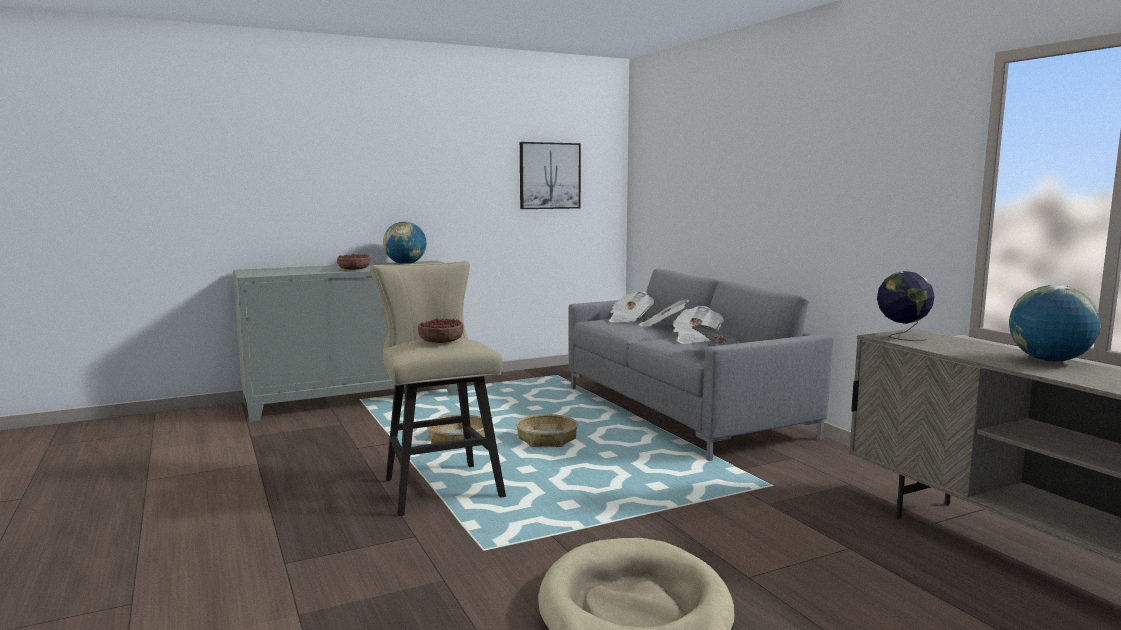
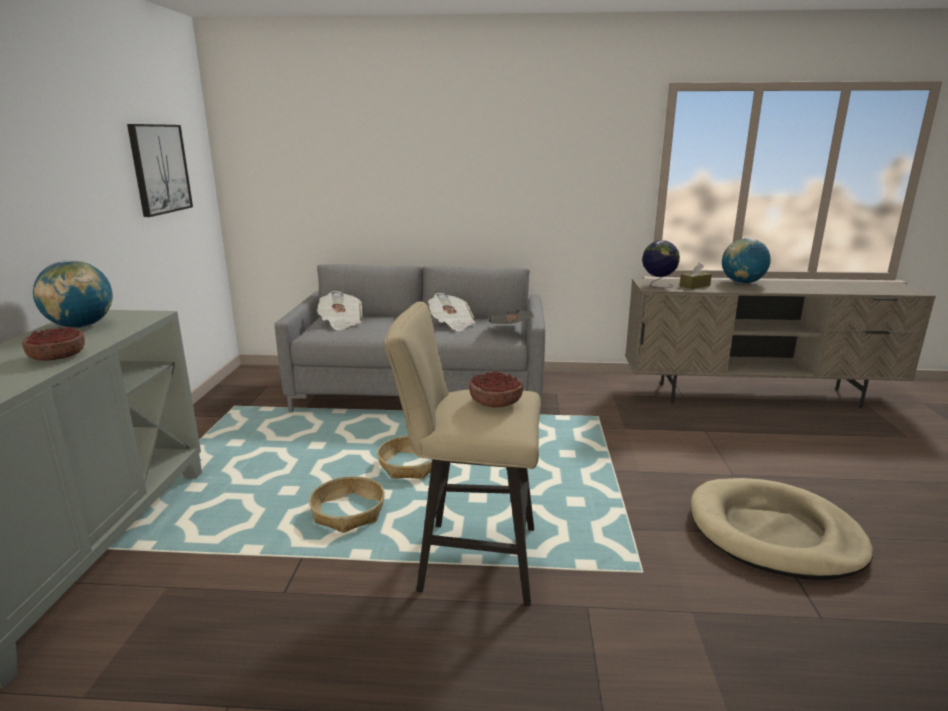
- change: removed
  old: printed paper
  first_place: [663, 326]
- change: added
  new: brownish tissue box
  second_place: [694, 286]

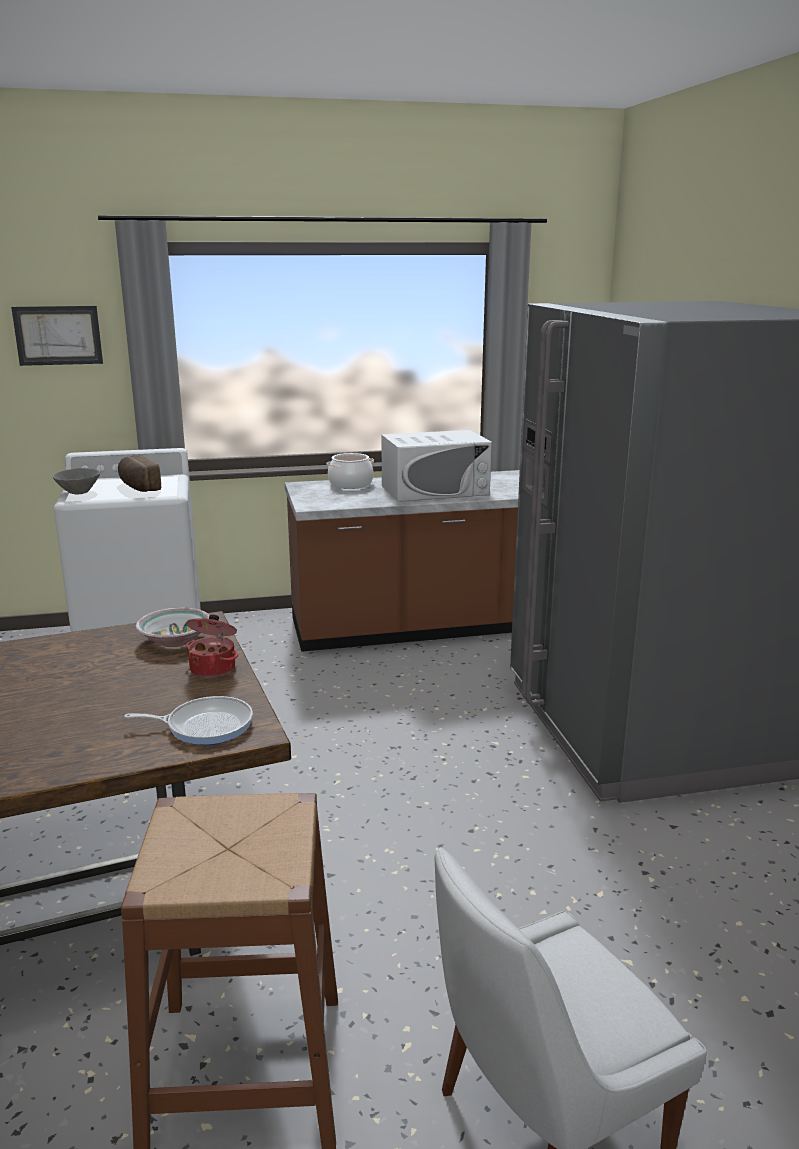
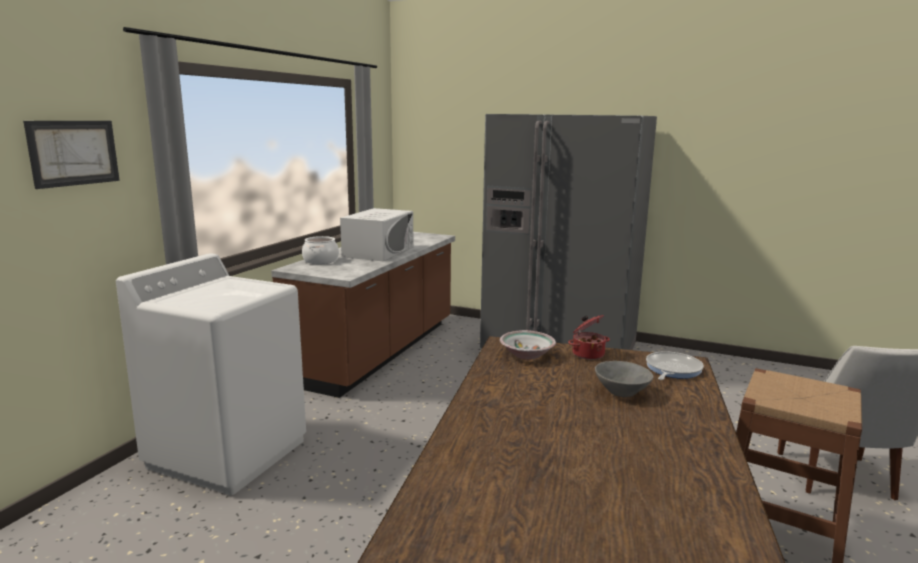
- change: moved
  old: gray bowl
  first_place: [78, 492]
  second_place: [622, 393]
- change: removed
  old: baked bread
  first_place: [138, 487]

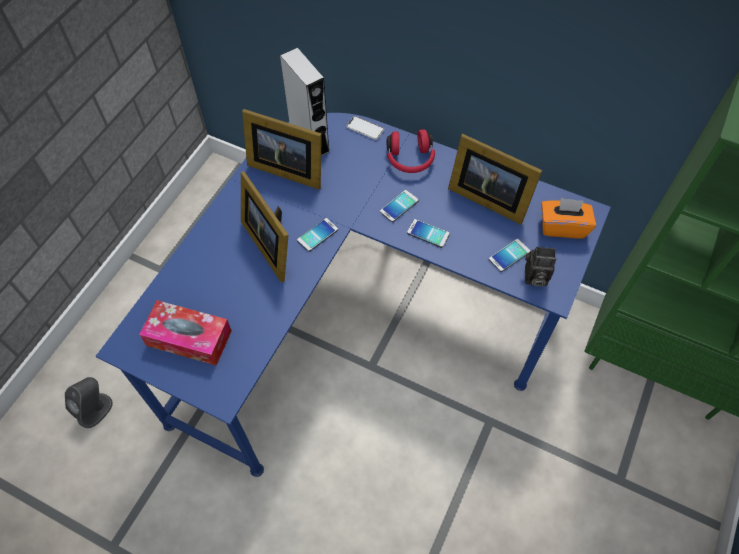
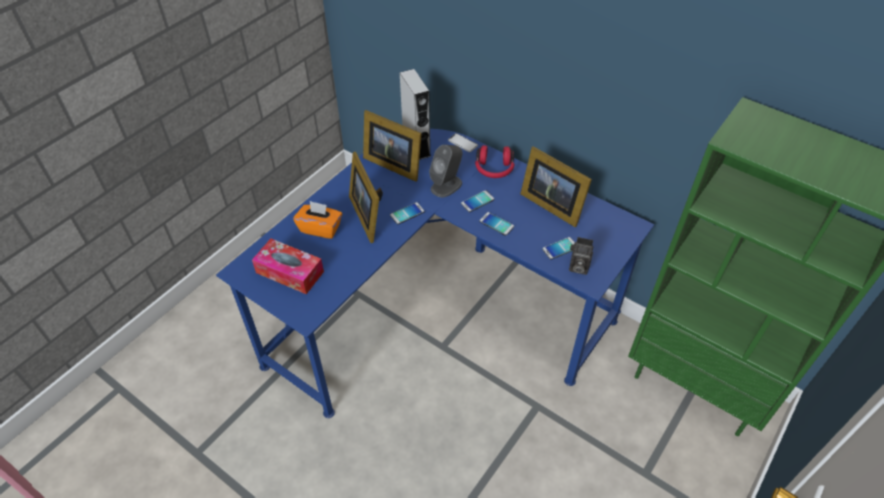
- change: moved
  old: gray audio speaker
  first_place: [95, 410]
  second_place: [446, 185]
- change: moved
  old: orangey tissue box
  first_place: [562, 227]
  second_place: [320, 228]

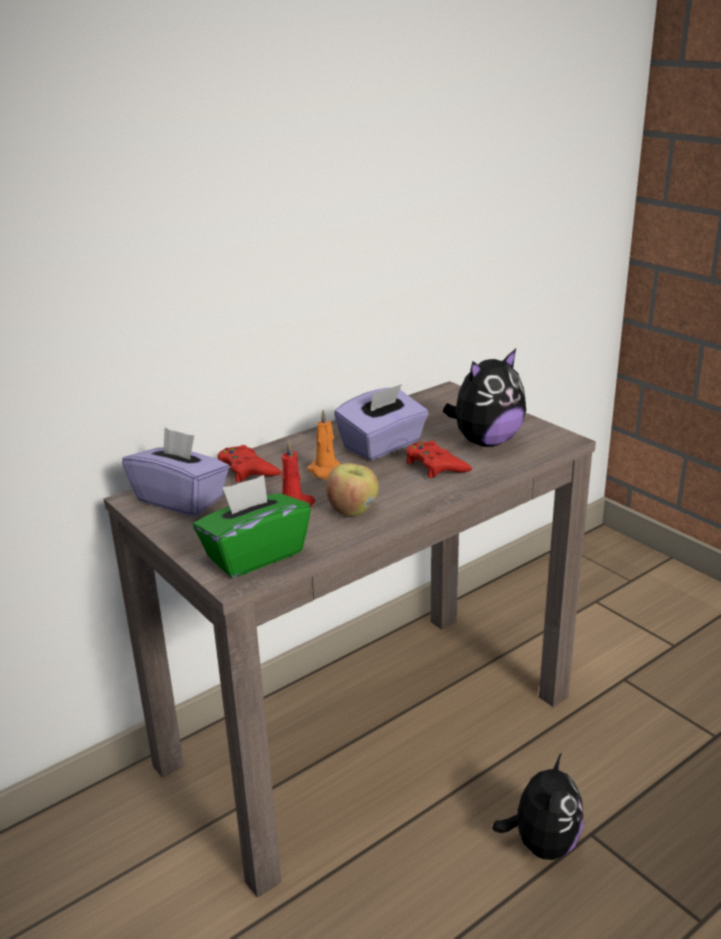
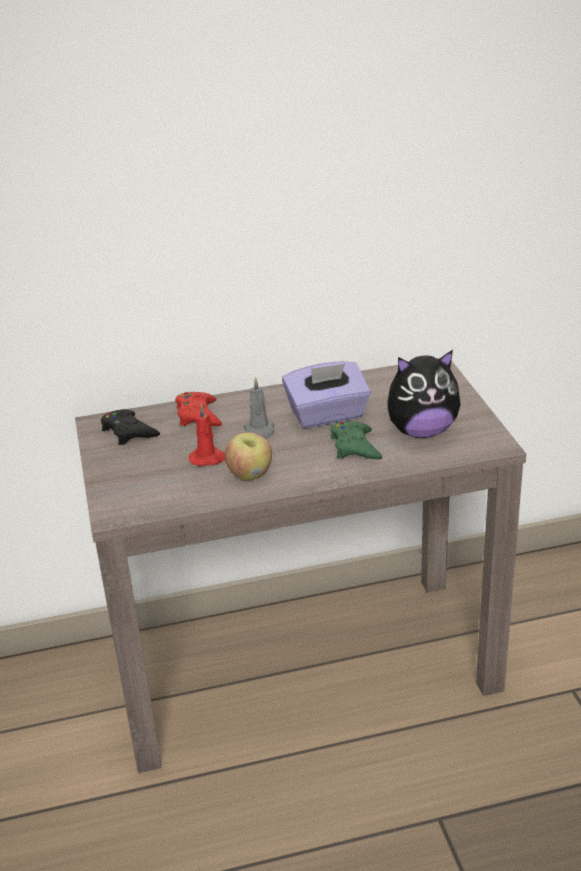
- change: replaced
  old: purple-coloured tissue box
  new: black-coloured game controller
  first_place: [181, 499]
  second_place: [128, 432]
- change: removed
  old: green tissue box
  first_place: [254, 555]
- change: recoloured
  old: orangey candle
  new: gray candle
  first_place: [327, 472]
  second_place: [259, 432]
- change: recoloured
  old: red game controller
  new: green game controller
  first_place: [435, 466]
  second_place: [355, 447]
- change: removed
  old: cuddly toy
  first_place: [542, 843]

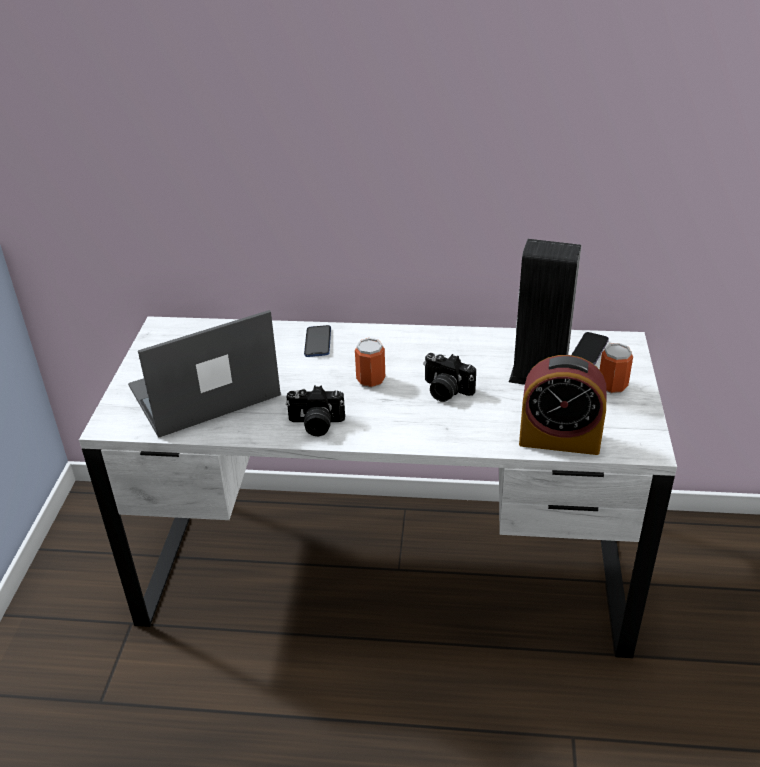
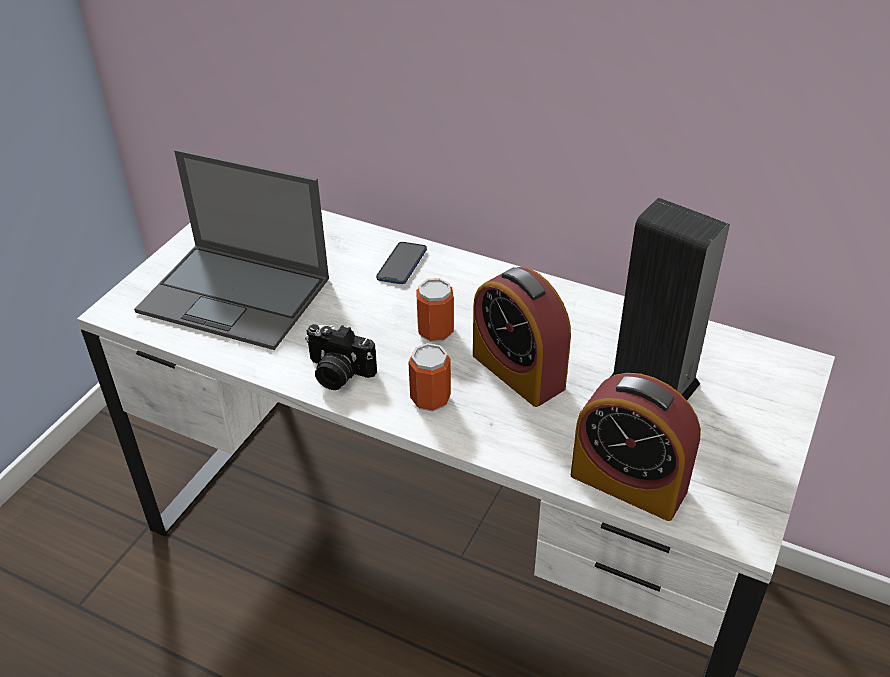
- change: turned
  old: notebook computer
  first_place: [202, 392]
  second_place: [237, 295]
  degrees: -150
- change: replaced
  old: photo camera
  new: alarm clock
  first_place: [445, 391]
  second_place: [518, 371]
- change: removed
  old: handset
  first_place: [589, 350]
- change: moved
  old: sealed can
  first_place: [612, 386]
  second_place: [430, 398]

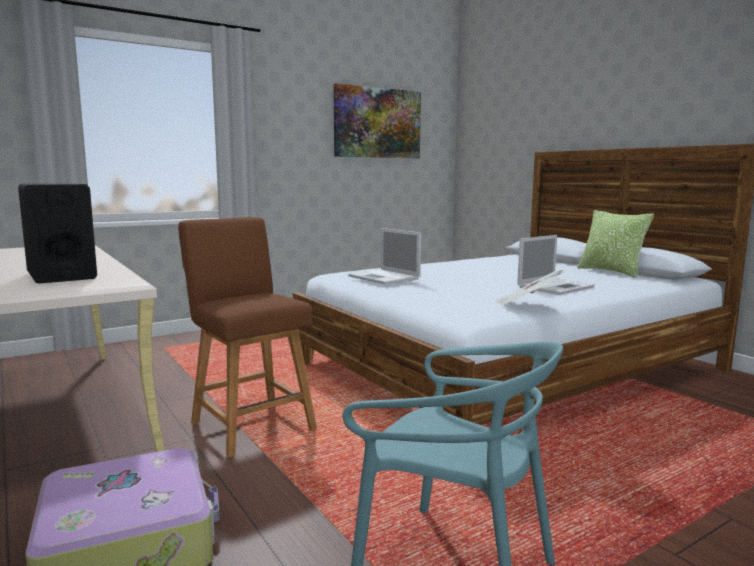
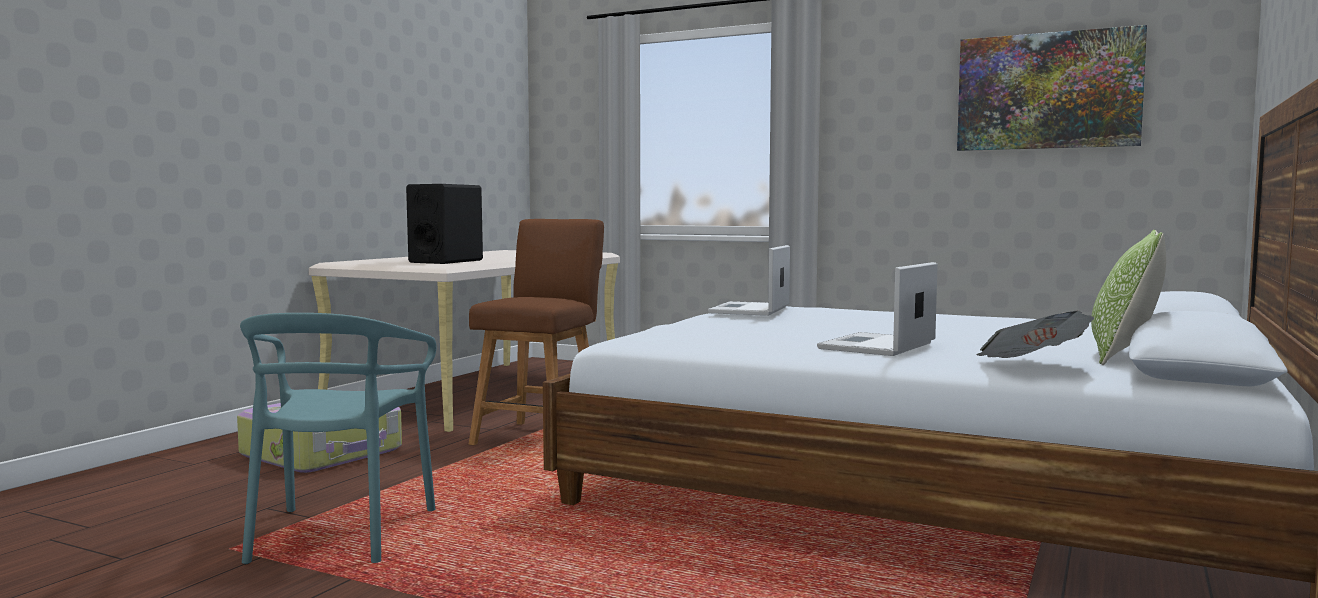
- change: moved
  old: printed paper
  first_place: [527, 305]
  second_place: [1032, 366]
- change: turned
  old: notebook computer
  first_place: [556, 287]
  second_place: [877, 346]
  degrees: 105

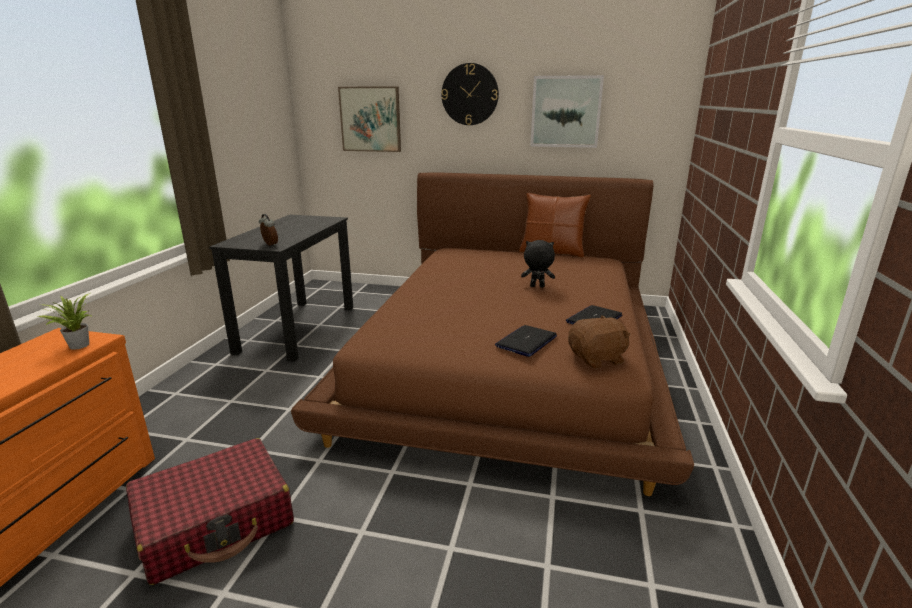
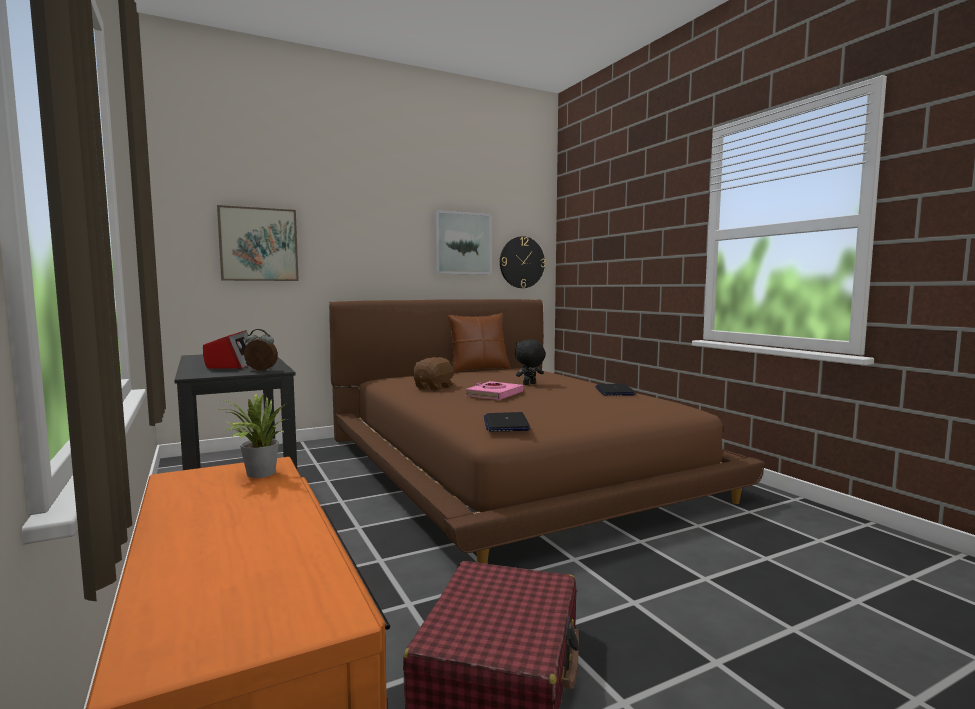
- change: moved
  old: clock on the wall
  first_place: [470, 94]
  second_place: [522, 262]
- change: moved
  old: notebook computer
  first_place: [526, 341]
  second_place: [506, 423]
- change: moved
  old: brownish cuddly toy
  first_place: [597, 359]
  second_place: [434, 387]
- change: added
  new: radio set
  second_place: [232, 364]
- change: added
  new: pink-coloured book
  second_place: [494, 395]

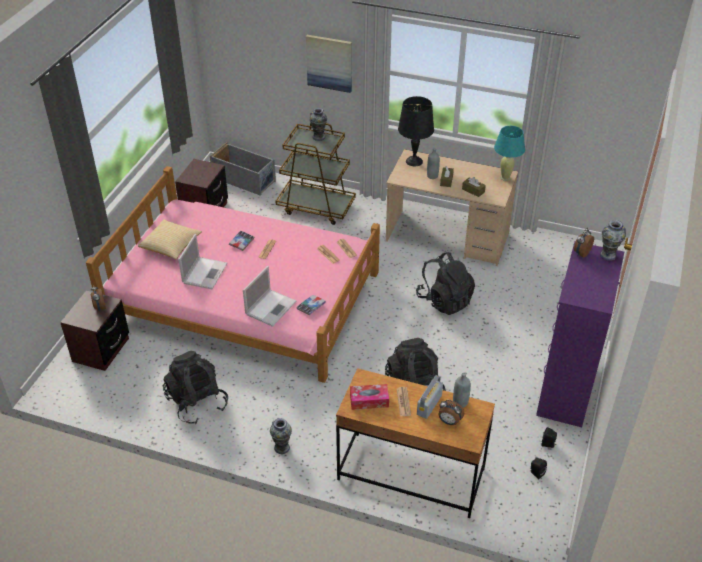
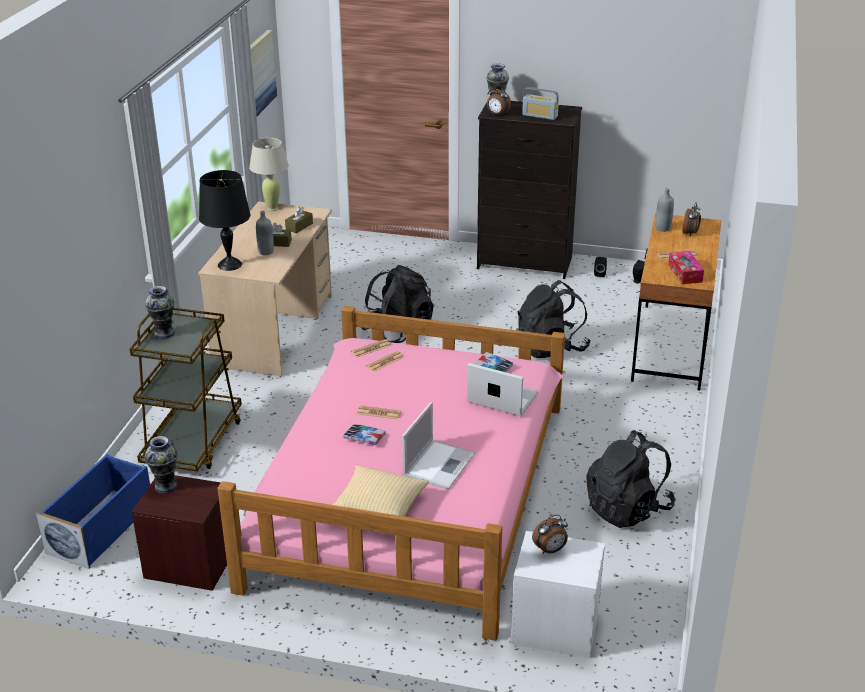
- change: recoloured
  old: brownish nightstand
  new: white nightstand
  first_place: [101, 350]
  second_place: [555, 627]
- change: turned
  old: notebook computer
  first_place: [205, 272]
  second_place: [439, 464]
  degrees: 105
- change: recoloured
  old: gray storage bin
  new: blue-coloured storage bin
  first_place: [244, 180]
  second_place: [101, 527]
- change: moved
  old: decorative vase
  first_place: [281, 447]
  second_place: [166, 486]
- change: moved
  old: picture
  first_place: [329, 63]
  second_place: [259, 72]
- change: moved
  old: radio set
  first_place: [429, 405]
  second_place: [540, 116]
- change: recoloured
  old: turquoise-coloured tabletop lamp
  new: sand-coloured tabletop lamp
  first_place: [505, 178]
  second_place: [272, 208]
- change: recoloured
  old: purple-coloured dresser
  new: black-coloured dresser
  first_place: [565, 390]
  second_place: [525, 263]

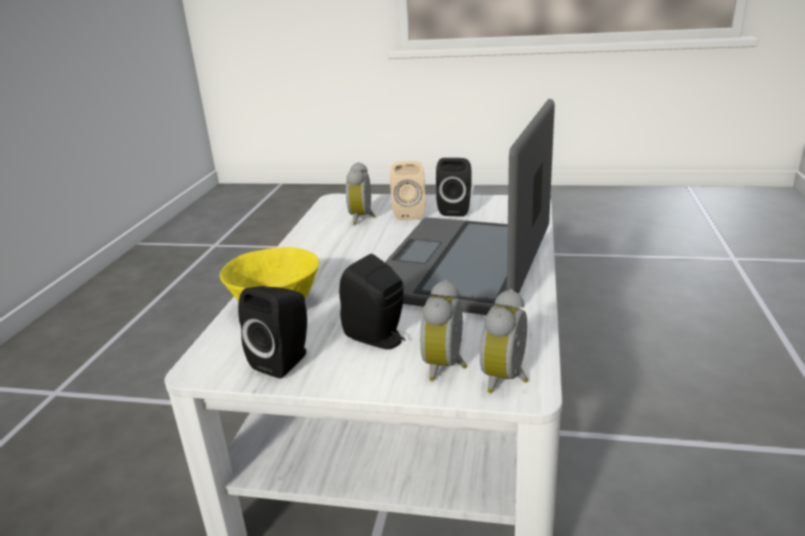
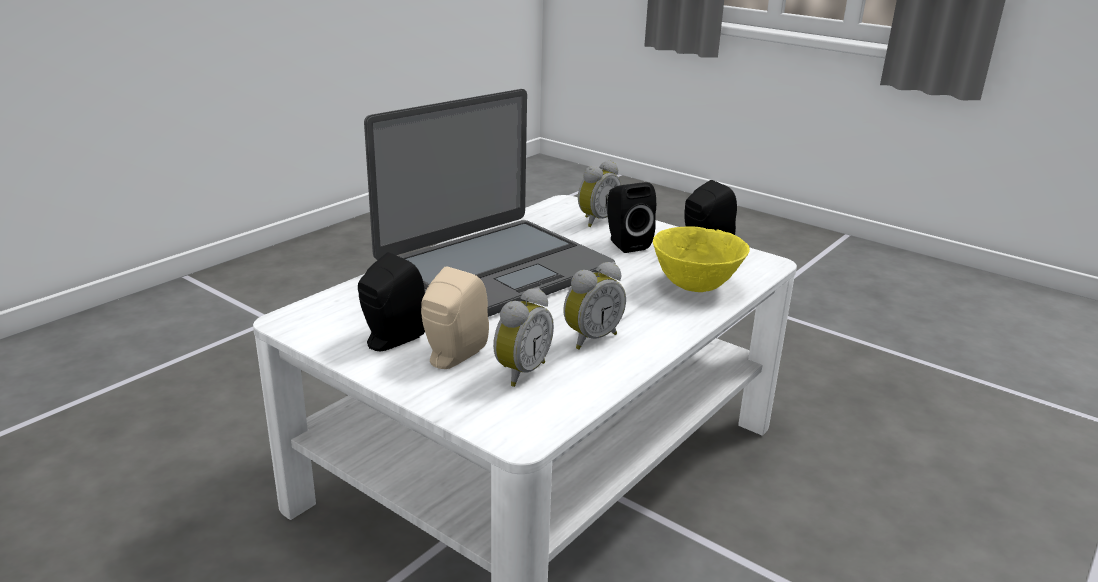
- change: moved
  old: alarm clock
  first_place: [508, 379]
  second_place: [590, 338]

